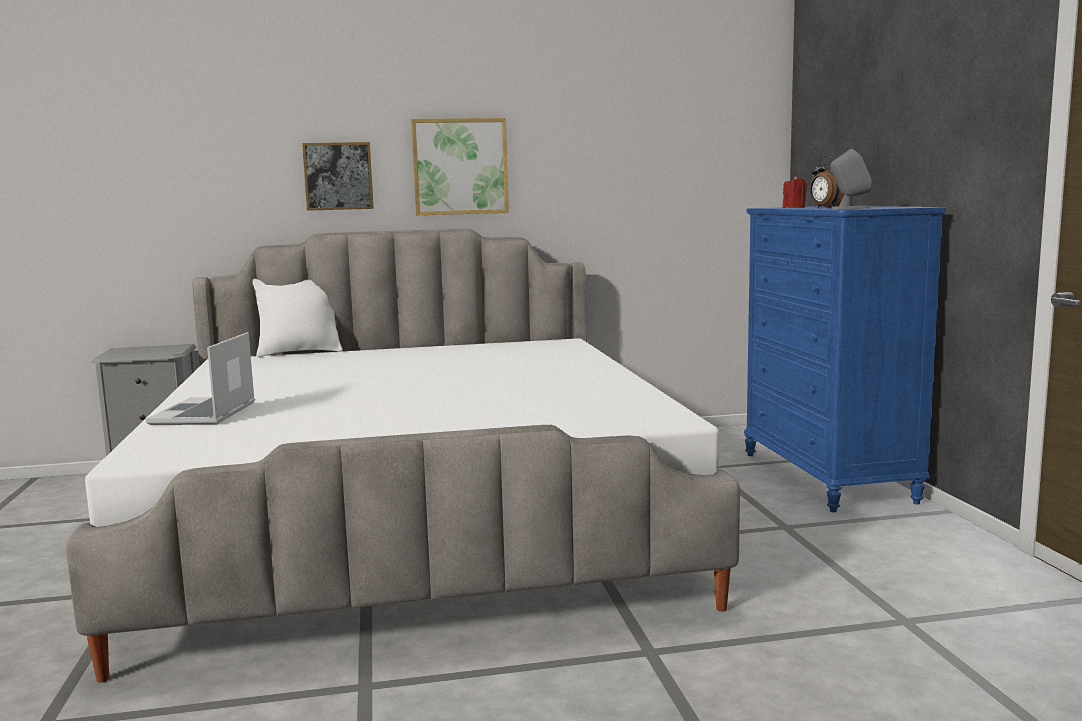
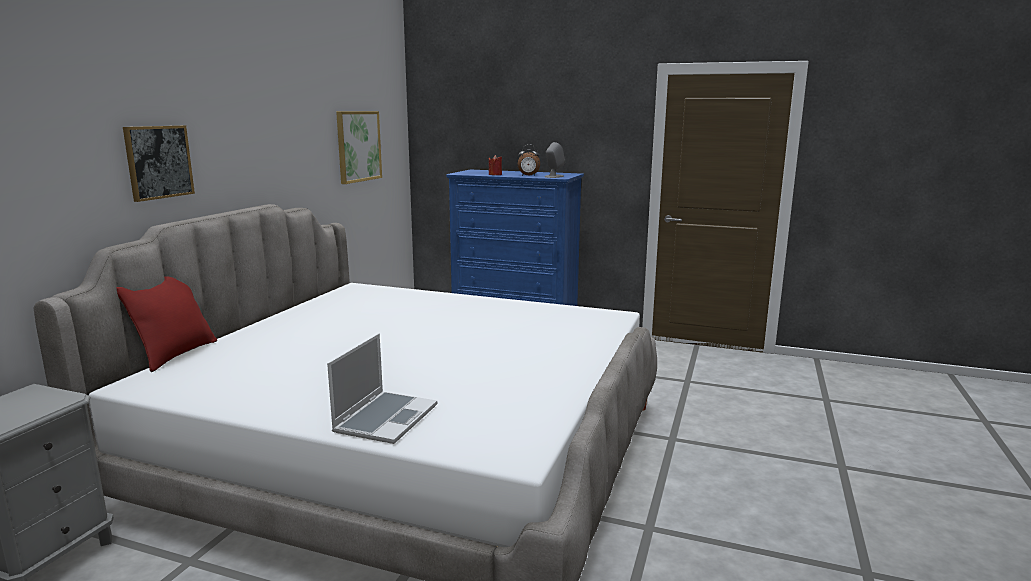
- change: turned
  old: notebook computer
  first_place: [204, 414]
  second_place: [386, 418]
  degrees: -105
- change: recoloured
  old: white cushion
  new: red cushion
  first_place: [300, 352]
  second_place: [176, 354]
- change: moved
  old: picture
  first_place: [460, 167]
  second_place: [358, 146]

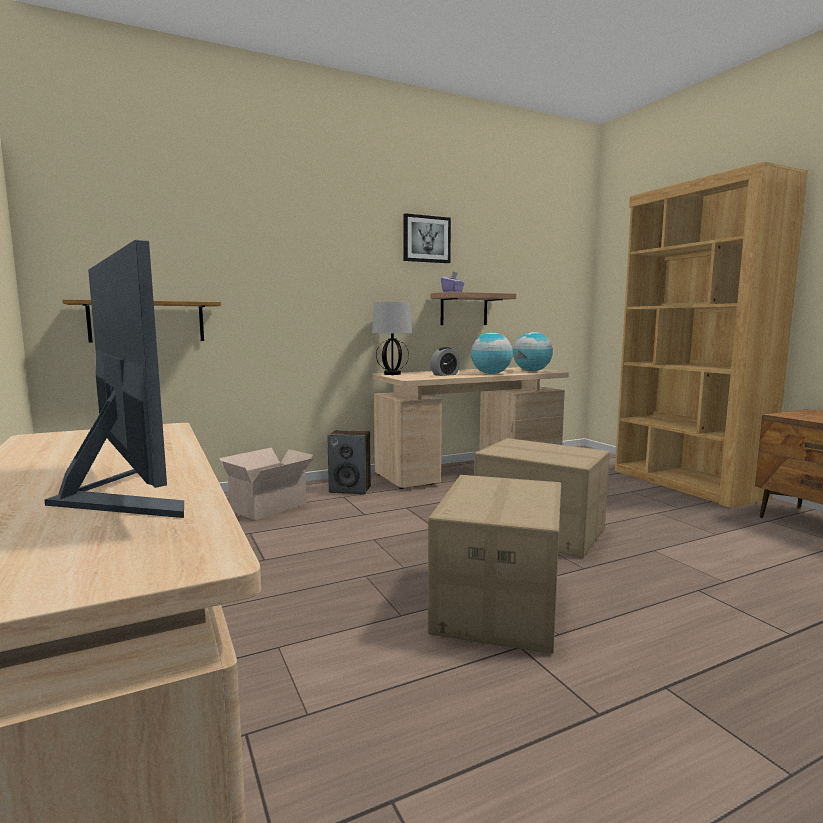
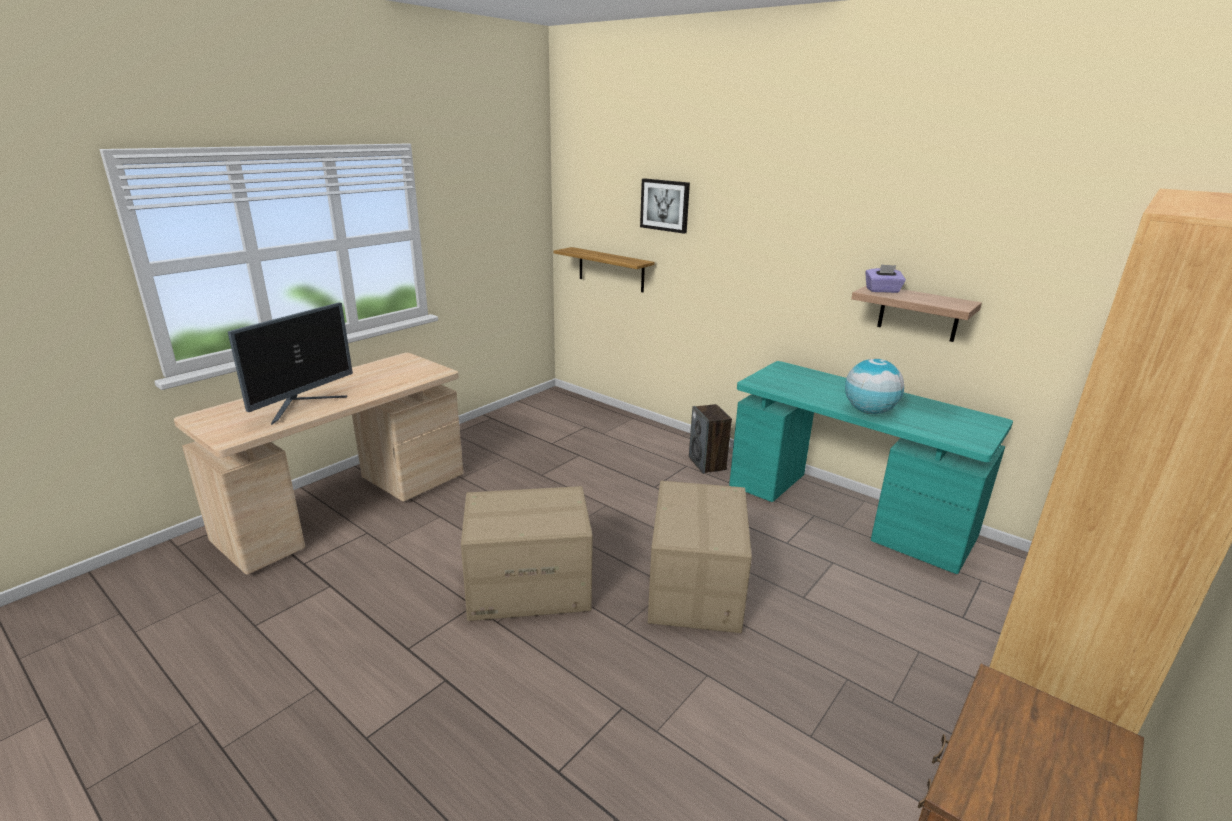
- change: removed
  old: cardboard box
  first_place: [270, 506]
- change: removed
  old: tabletop lamp
  first_place: [392, 374]
- change: recoloured
  old: sand-coloured desk
  new: turquoise-coloured desk
  first_place: [470, 471]
  second_place: [845, 512]
- change: moved
  old: picture
  first_place: [426, 239]
  second_place: [665, 205]
- change: removed
  old: alarm clock
  first_place: [445, 375]
- change: removed
  old: globe
  first_place: [532, 371]

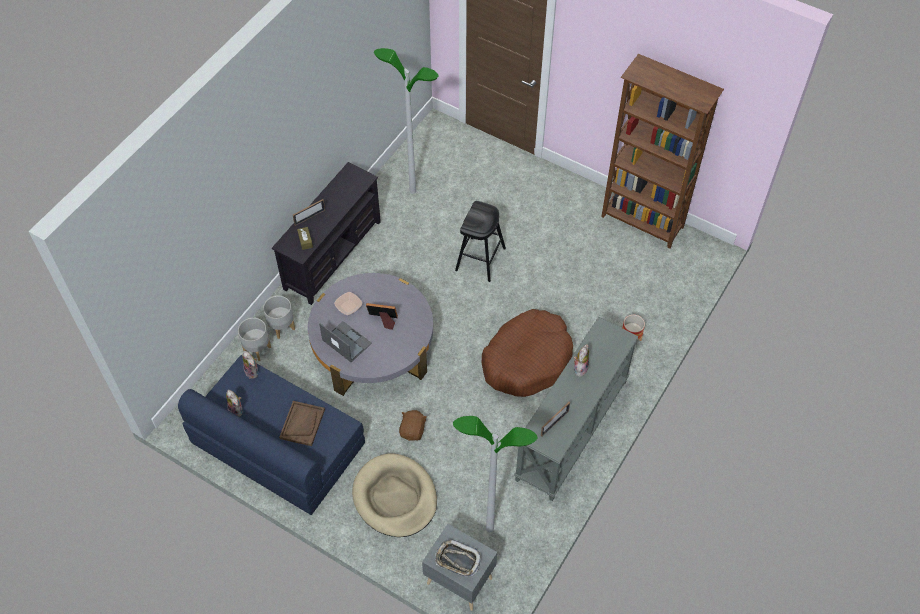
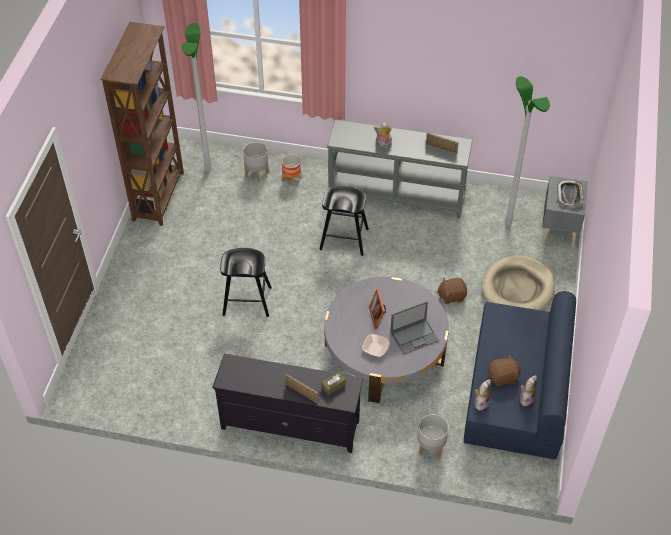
- change: moved
  old: gray flower pot
  first_place: [282, 327]
  second_place: [257, 173]
- change: removed
  old: brownish carrying tray
  first_place: [302, 424]
- change: turned
  old: notebook computer
  first_place: [346, 341]
  second_place: [415, 336]
  degrees: -135
- change: moved
  old: floor lamp
  first_place: [412, 191]
  second_place: [208, 169]
- change: replaced
  old: brownish dog bed
  new: black-coloured stool seat
  first_place: [527, 360]
  second_place: [344, 239]
- change: added
  new: brownish cuddly toy
  second_place: [503, 377]

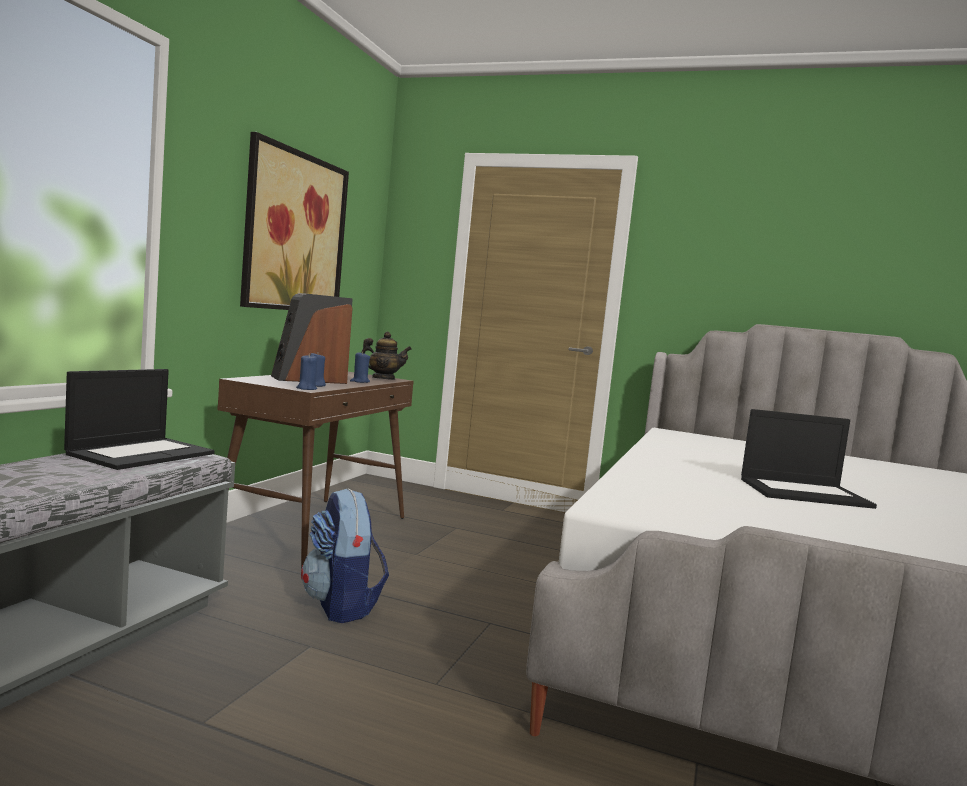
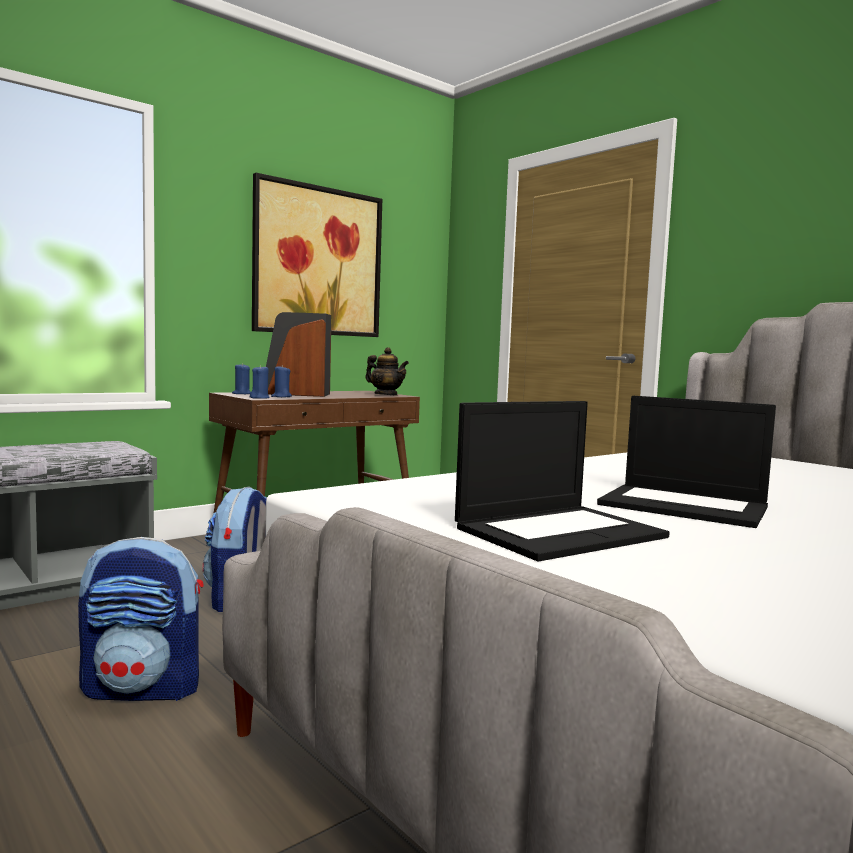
- change: moved
  old: notebook computer
  first_place: [142, 453]
  second_place: [560, 532]
- change: moved
  old: blue-coloured candle
  first_place: [359, 381]
  second_place: [241, 394]
- change: added
  new: backpack
  second_place: [144, 688]

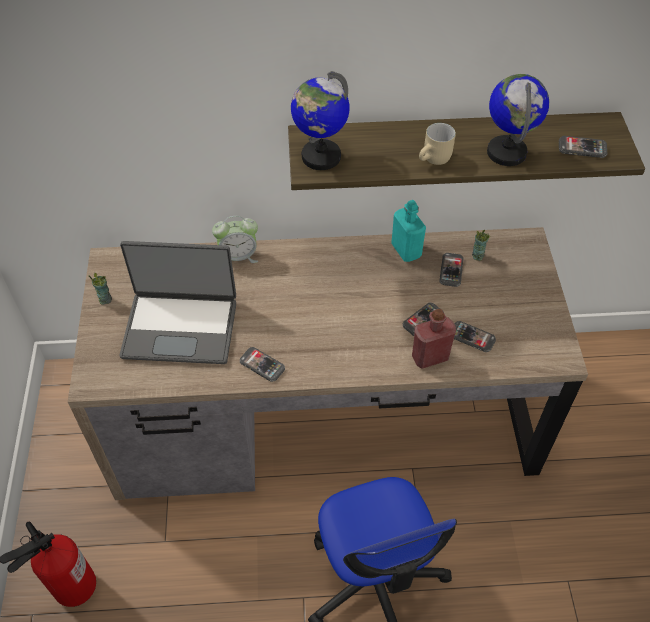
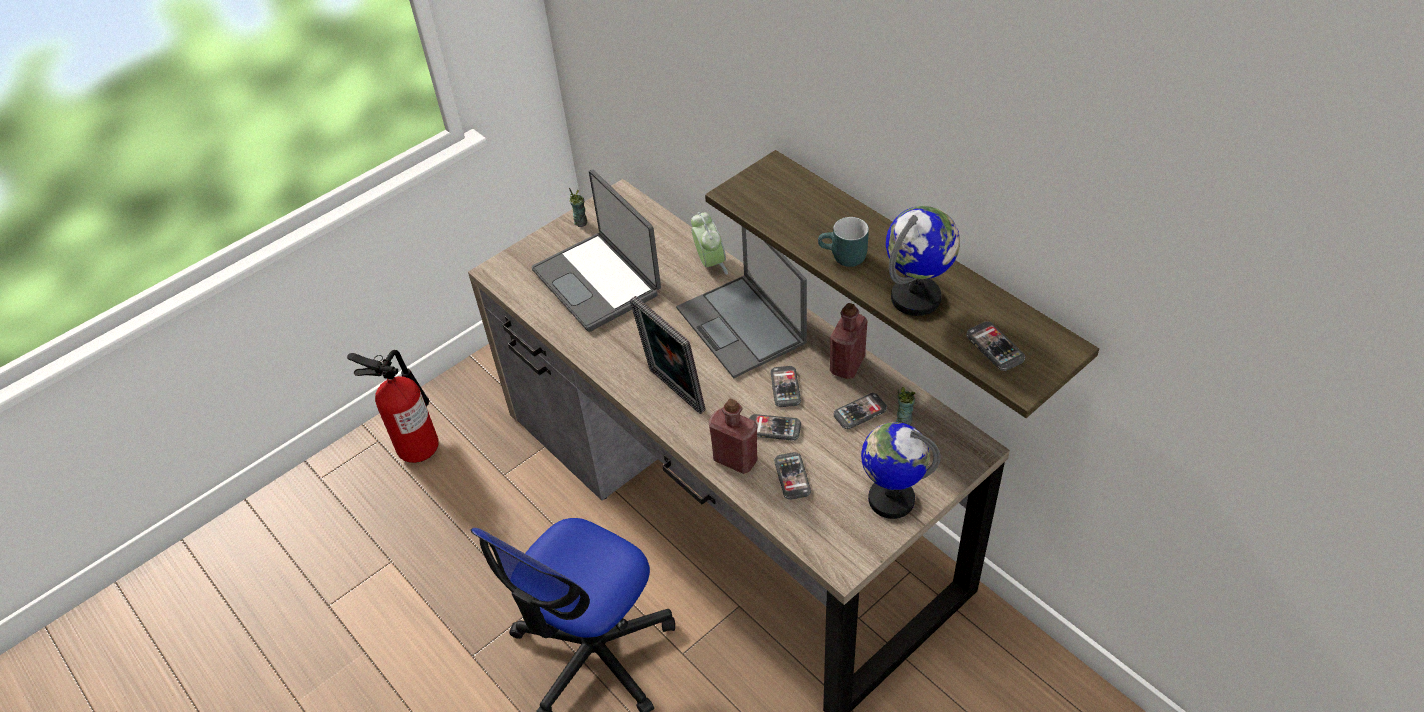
- change: turned
  old: alarm clock
  first_place: [238, 256]
  second_place: [710, 263]
  degrees: -150
- change: moved
  old: handset
  first_place: [262, 365]
  second_place: [785, 387]
- change: moved
  old: globe
  first_place: [320, 156]
  second_place: [891, 499]
- change: recoloured
  old: turquoise-coloured bottle
  new: red bottle
  first_place: [406, 250]
  second_place: [847, 365]
- change: recoloured
  old: sand-coloured mug
  new: turquoise-coloured mug
  first_place: [435, 160]
  second_place: [843, 258]
- change: added
  new: photo frame
  second_place: [672, 392]
- change: added
  new: notebook computer
  second_place: [742, 326]

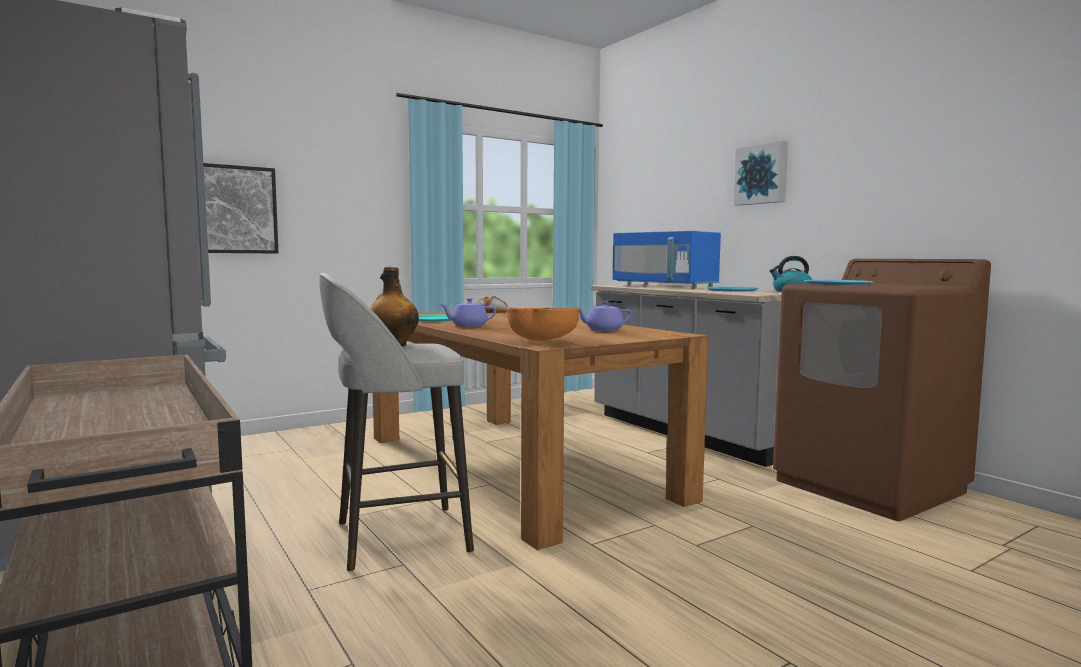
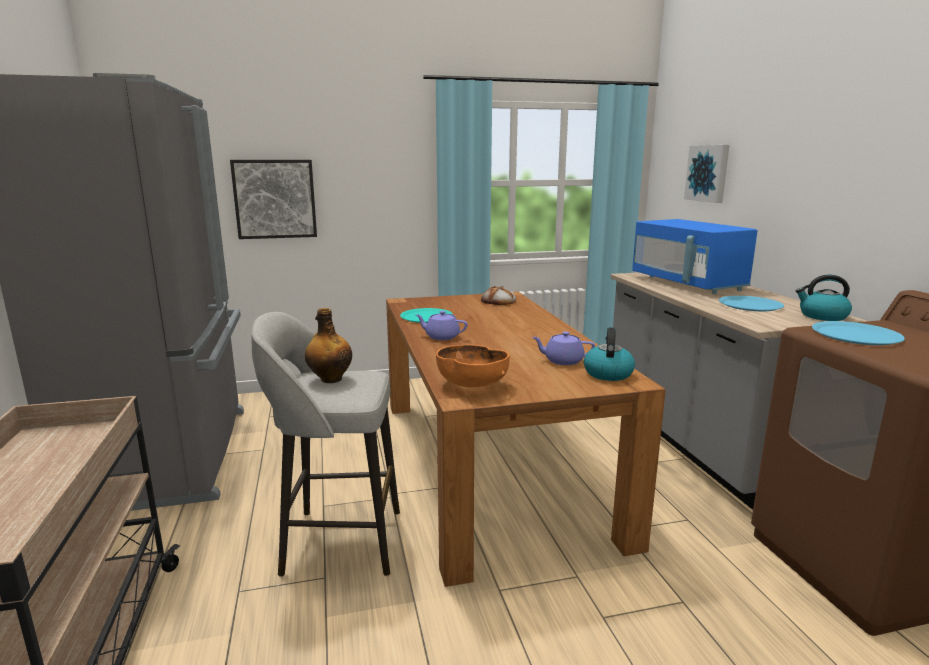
- change: moved
  old: picture
  first_place: [762, 174]
  second_place: [708, 173]
- change: added
  new: kettle
  second_place: [607, 373]

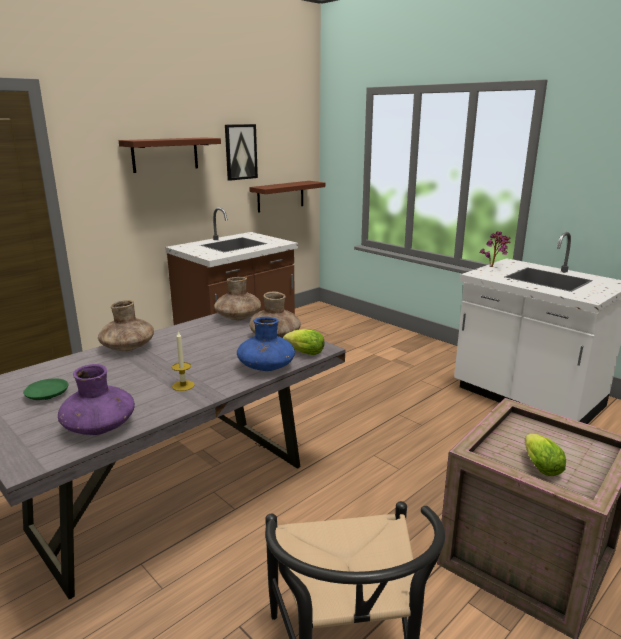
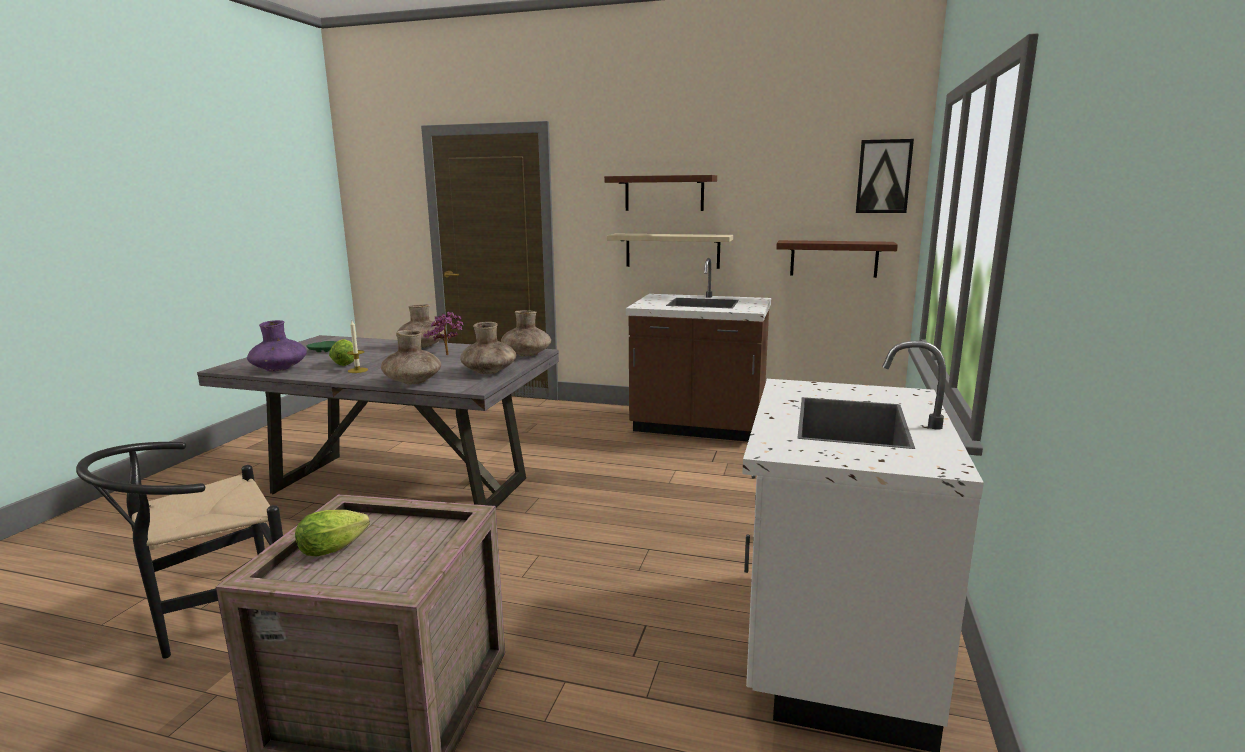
- change: moved
  old: picture
  first_place: [240, 152]
  second_place: [883, 176]
- change: recoloured
  old: blue-coloured decorative vase
  new: brownish decorative vase
  first_place: [266, 367]
  second_place: [413, 381]
- change: moved
  old: lettuce
  first_place: [302, 353]
  second_place: [346, 363]
- change: moved
  old: potted plant
  first_place: [493, 267]
  second_place: [448, 355]
- change: added
  new: sand-coloured bracket shelf
  second_place: [672, 250]

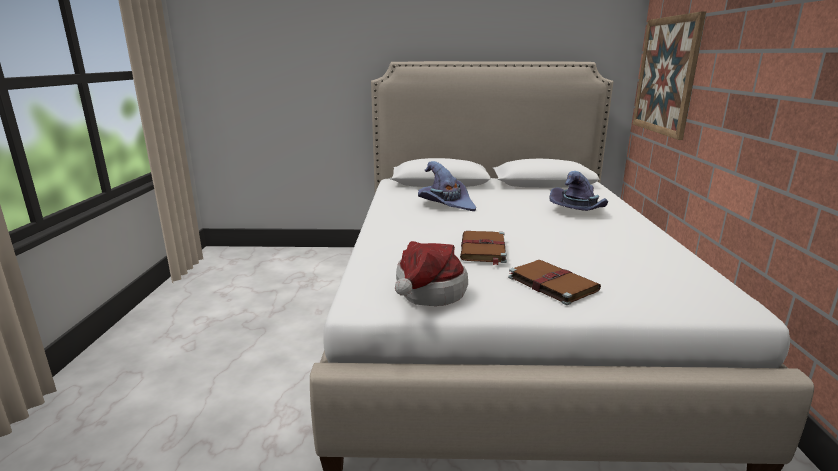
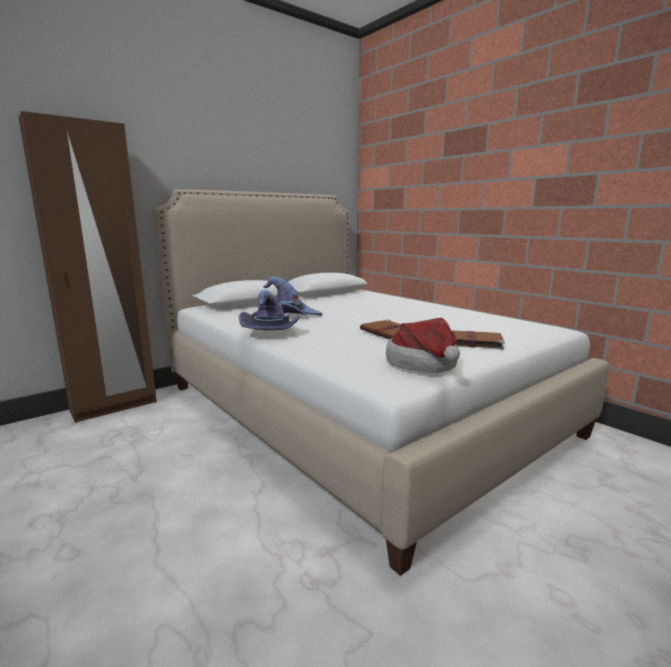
- change: moved
  old: purple-coloured clothing hat
  first_place: [578, 211]
  second_place: [271, 332]
- change: removed
  old: picture
  first_place: [666, 75]
- change: added
  new: brownish wardrobe
  second_place: [114, 407]

